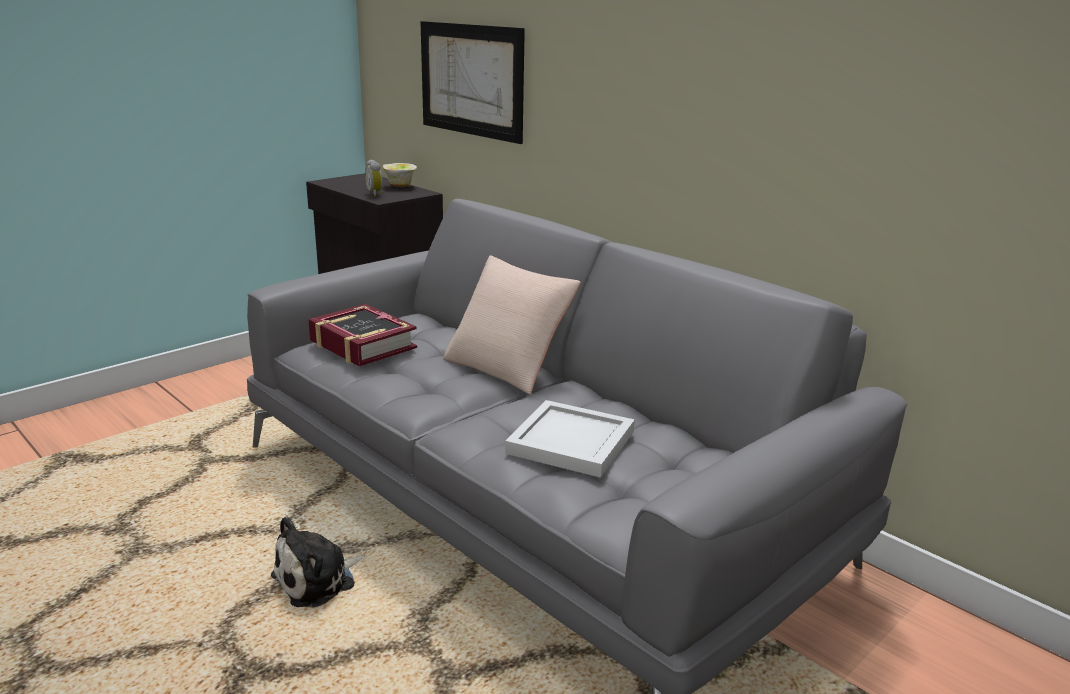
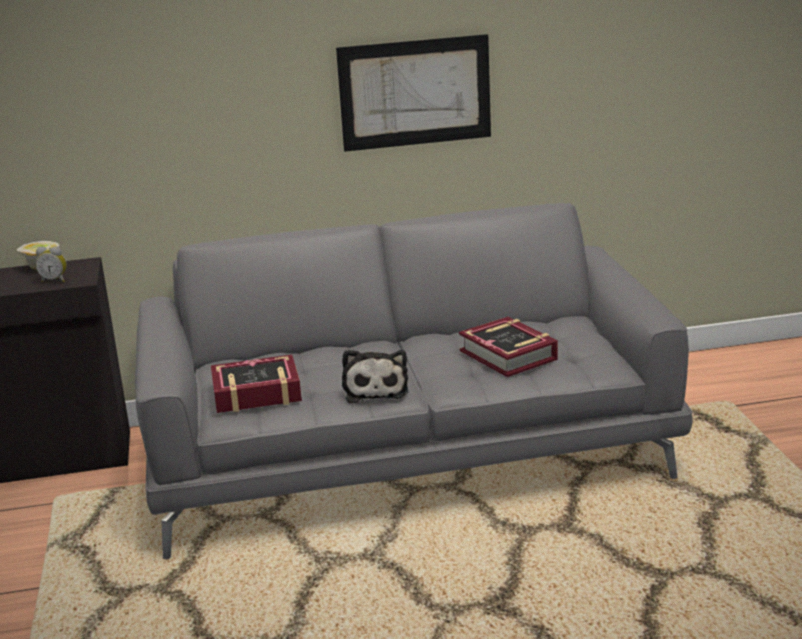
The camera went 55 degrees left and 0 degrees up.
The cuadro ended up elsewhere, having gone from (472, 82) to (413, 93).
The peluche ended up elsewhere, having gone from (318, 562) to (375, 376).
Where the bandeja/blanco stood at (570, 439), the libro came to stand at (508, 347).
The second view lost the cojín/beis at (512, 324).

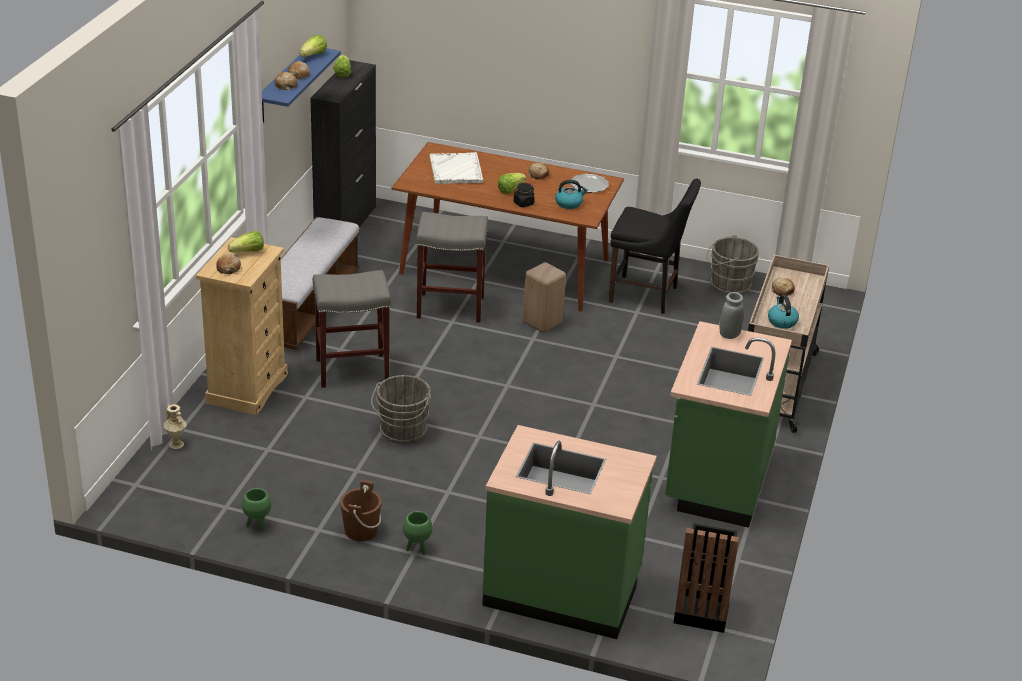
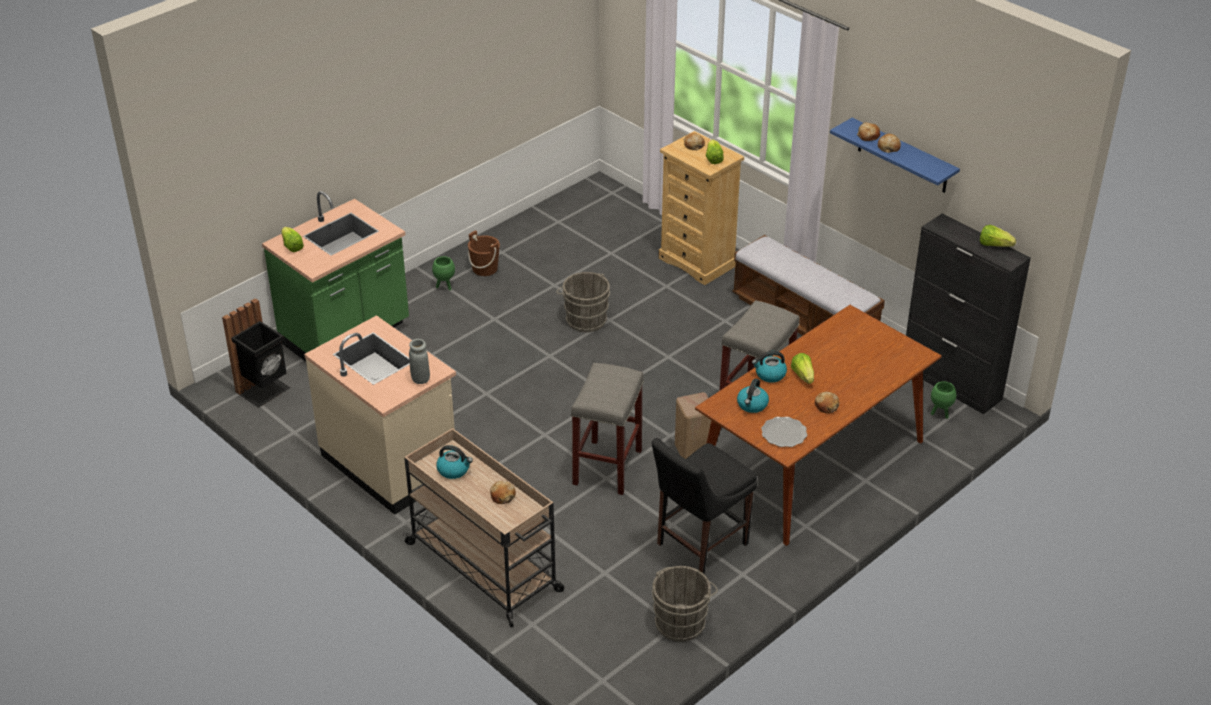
The camera went 120 degrees right and 5 degrees up.
The lechuga ended up elsewhere, having gone from (313, 46) to (292, 239).
What was the mueble bajo de cocina/verde at (728, 424) turned into the mueble bajo de cocina/beis at (380, 415).
The taburete/gris ended up elsewhere, having gone from (352, 329) to (607, 429).
Where the tarro/negro stood at (524, 195), the hervidor came to stand at (769, 367).
The maceta/verde ended up elsewhere, having gone from (256, 510) to (943, 400).
The second view lost the florero/beis at (175, 426).
The second view lost the bandeja/blanco at (456, 168).

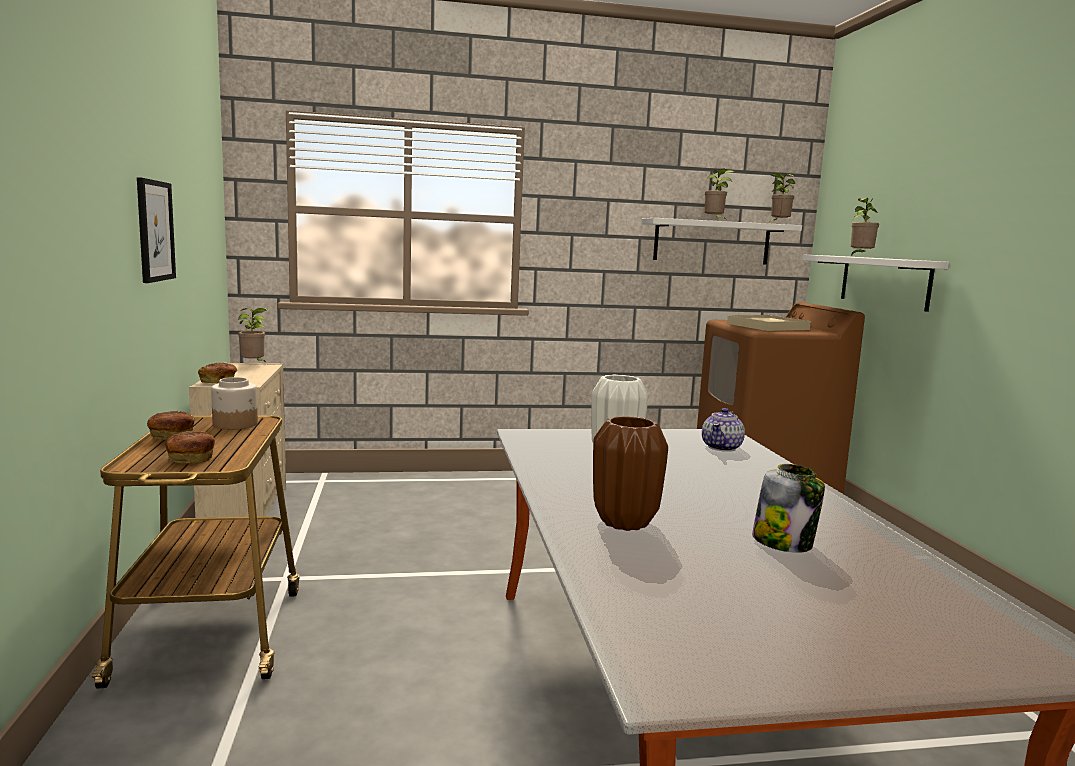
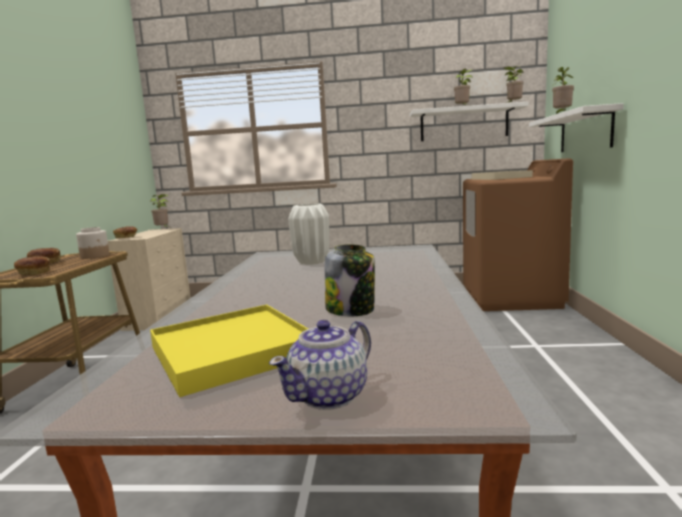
The camera went 15 degrees right and 0 degrees up.
The second view gained the bandeja/amarillo at (229, 351).
The tetera ended up elsewhere, having gone from (723, 430) to (320, 365).
The second view lost the cuadro at (156, 230).
The second view lost the florero/marrón at (630, 473).

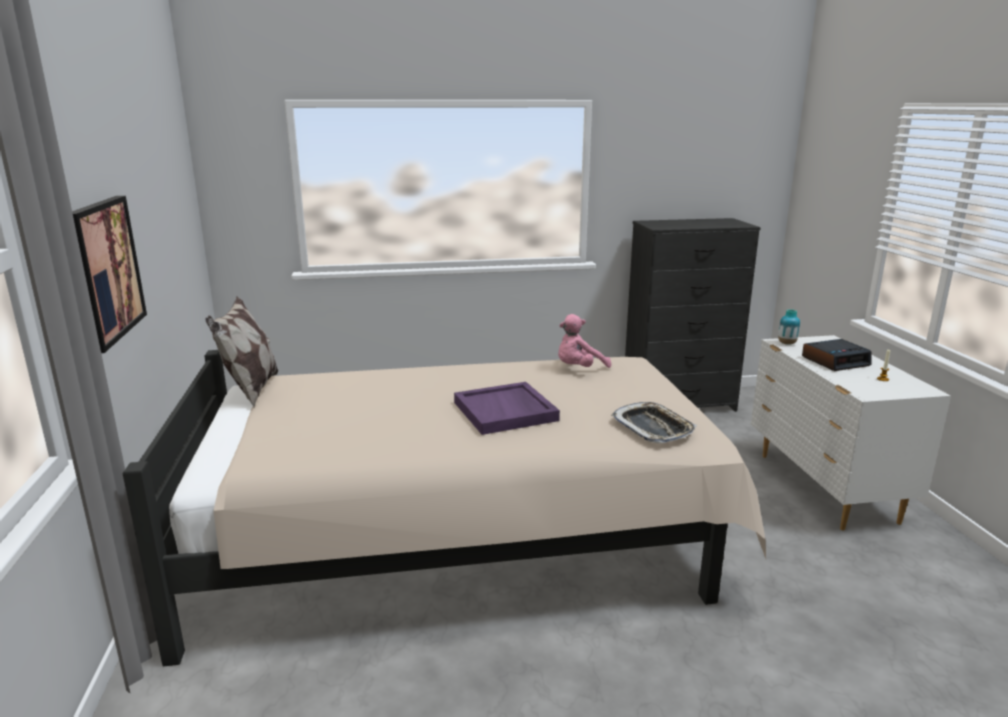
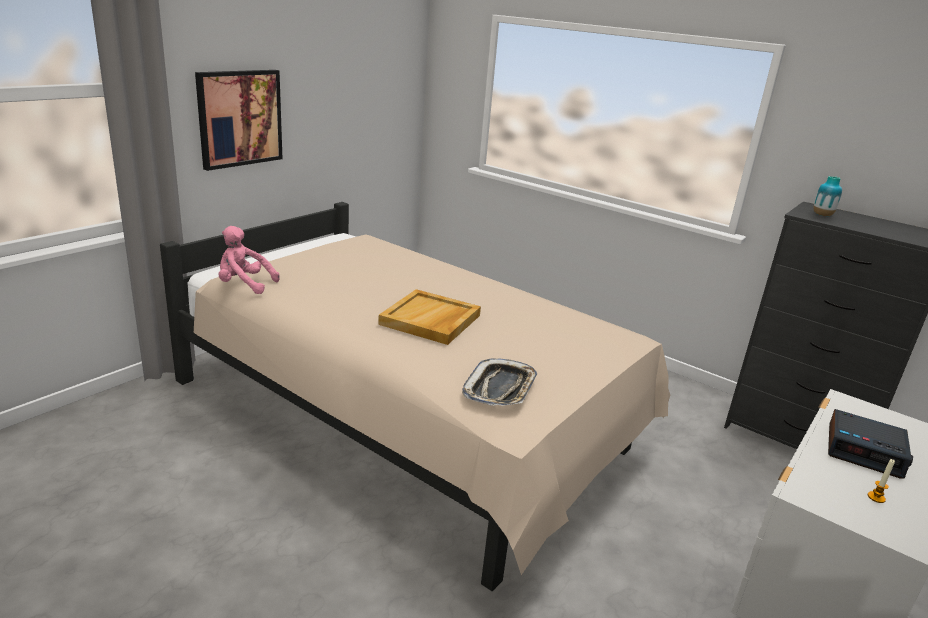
The camera went 45 degrees right and 5 degrees up.
The peluche/rosa ended up elsewhere, having gone from (584, 341) to (249, 260).
What was the bandeja/morado at (507, 408) turned into the bandeja/beis at (429, 317).
The florero ended up elsewhere, having gone from (789, 327) to (827, 196).
The second view lost the cojín at (242, 351).

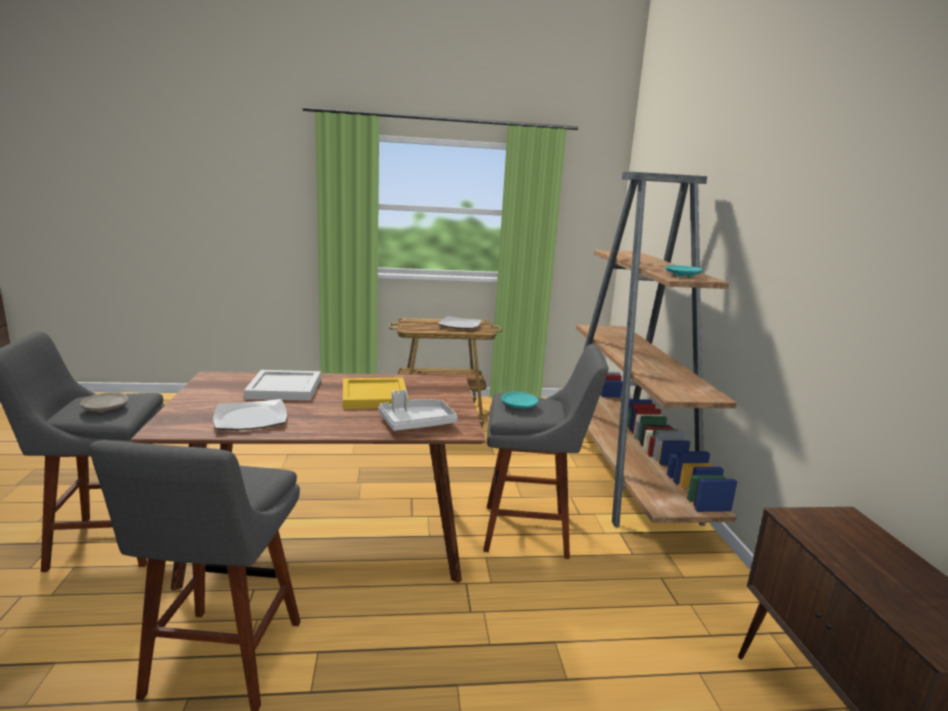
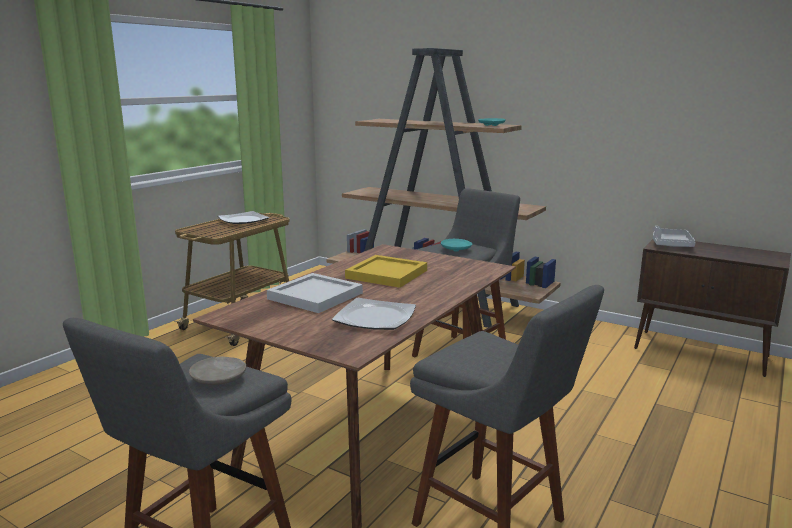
The camera went 50 degrees left and 0 degrees up.
The bandeja/gris ended up elsewhere, having gone from (418, 410) to (674, 236).

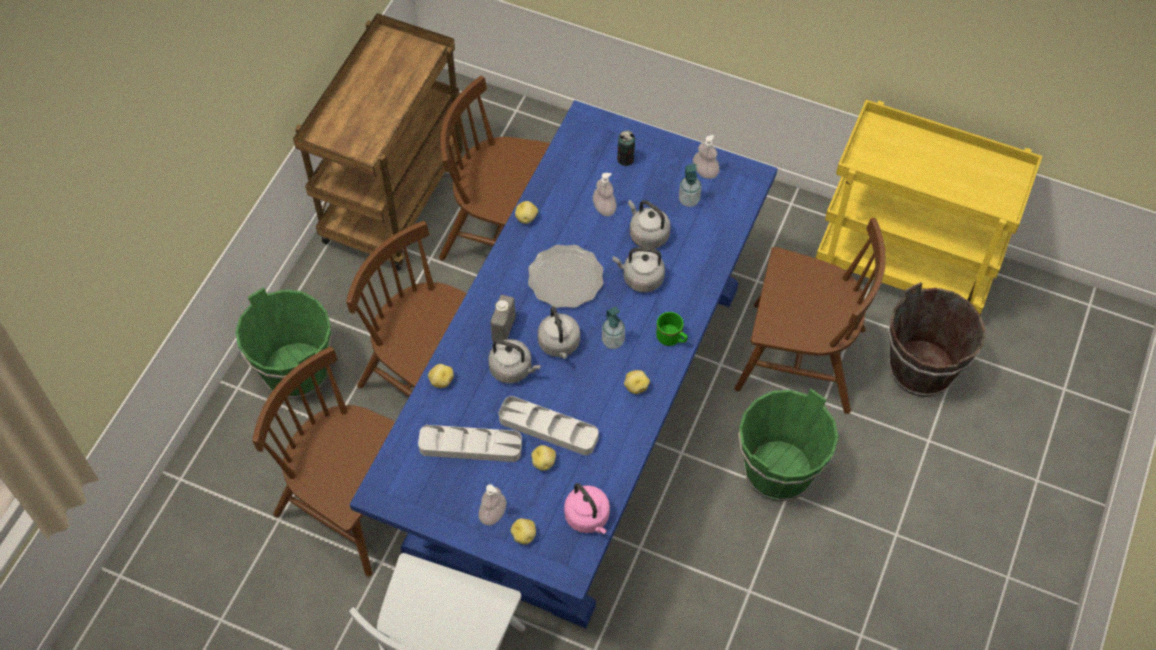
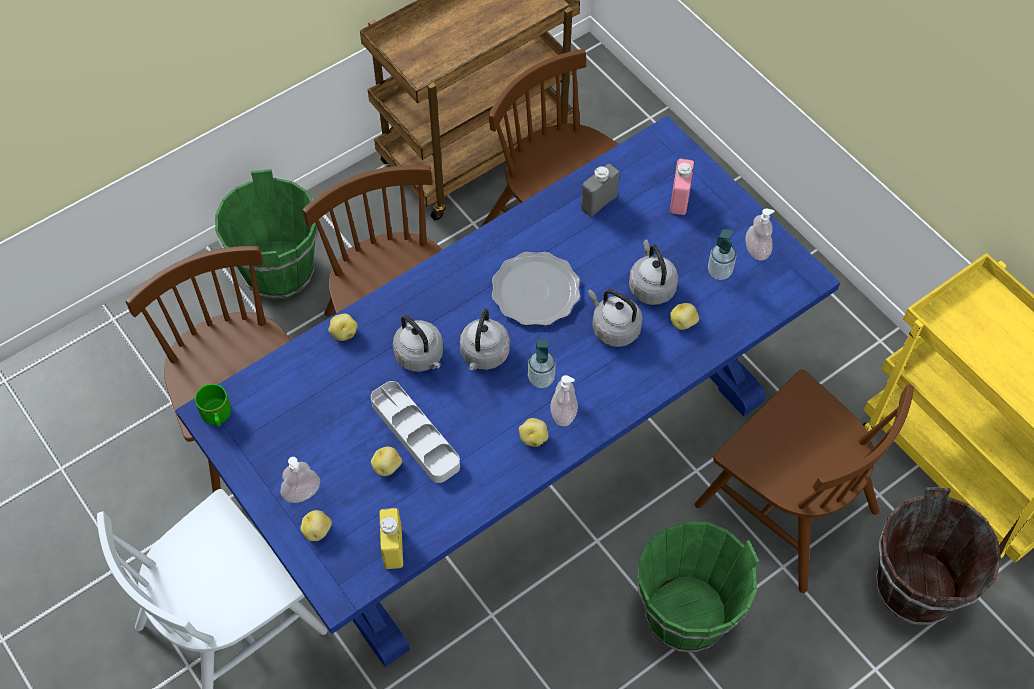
The camera went 30 degrees right and 0 degrees up.
The taza grande/verde ended up elsewhere, having gone from (672, 329) to (213, 405).
Where the hervidor/rosa stood at (587, 508), the botella/amarillo came to stand at (391, 538).
The dispensador de jabón ended up elsewhere, having gone from (605, 194) to (564, 400).
The botella/gris ended up elsewhere, having gone from (503, 318) to (600, 190).
Where the lata stood at (626, 148), the botella/rosa came to stand at (682, 187).
The patata ended up elsewhere, having gone from (526, 212) to (684, 316).
The second view lost the bandeja/gris at (470, 443).

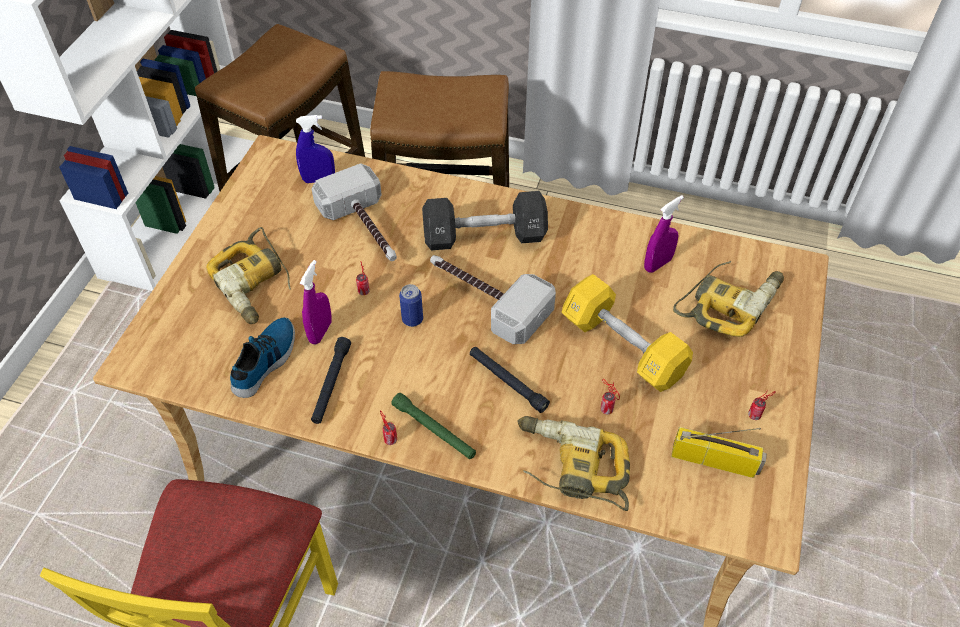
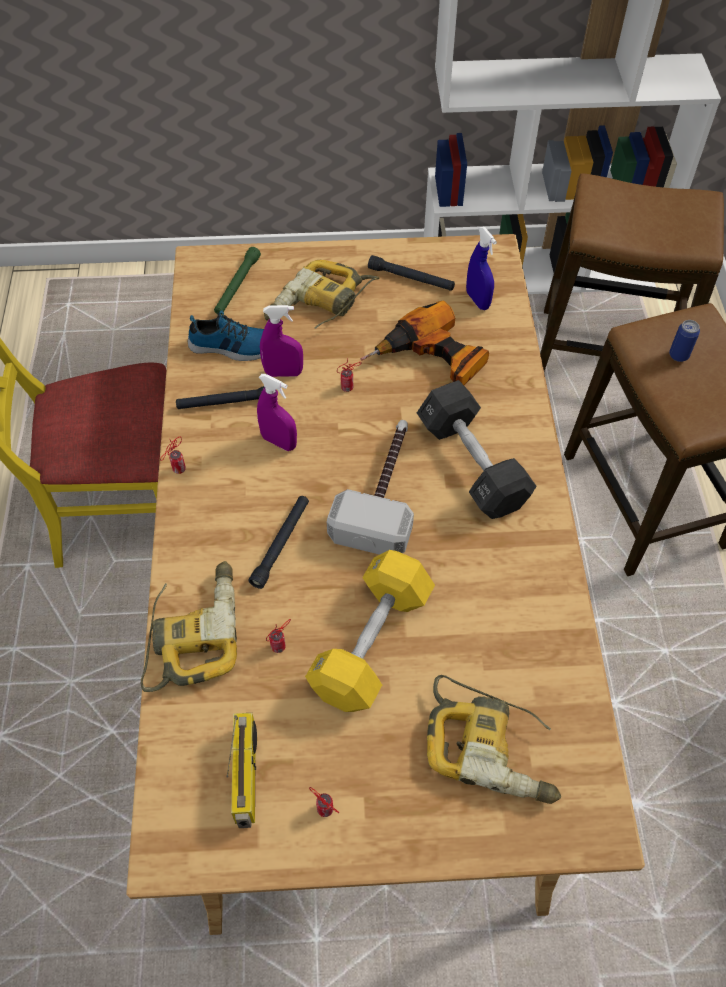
The camera went 70 degrees right and 5 degrees up.
The linterna/verde ended up elsewhere, having gone from (433, 426) to (237, 281).
The pulverizador/morado ended up elsewhere, having gone from (664, 234) to (277, 412).
Where the martillo stood at (354, 212), the taladro came to stand at (424, 343).
The second view gained the linterna/negro at (411, 273).
The lata ended up elsewhere, having gone from (411, 305) to (684, 341).

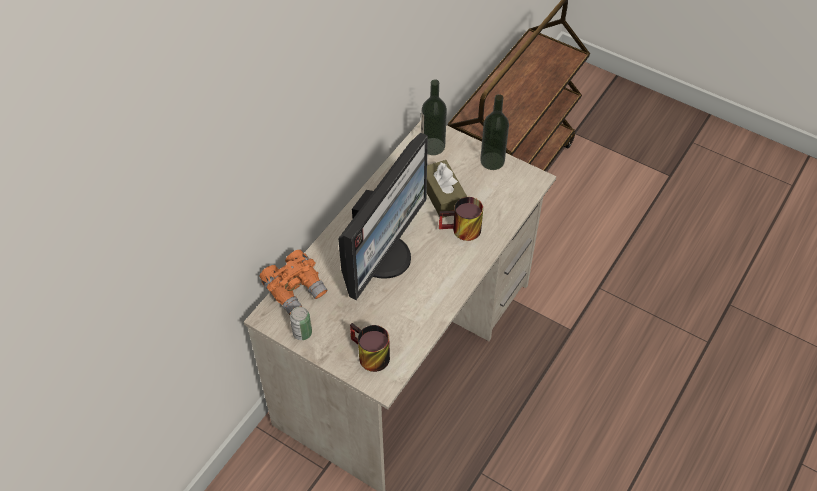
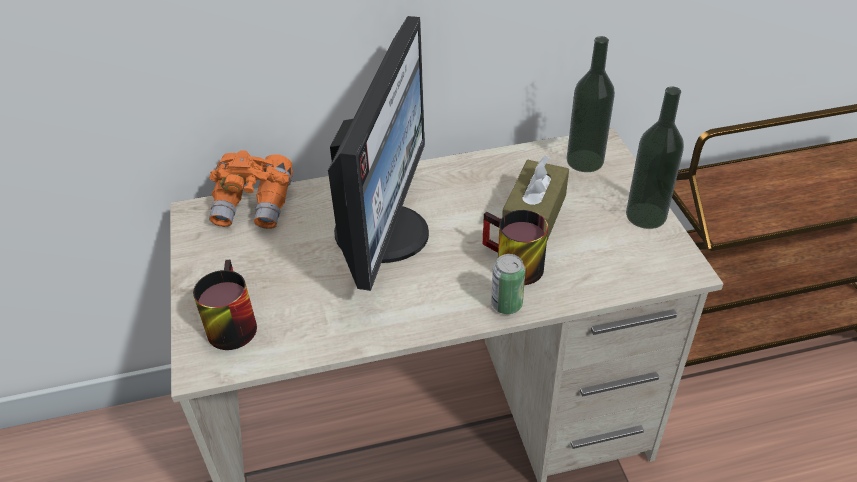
The camera went 45 degrees right and 10 degrees down.
The monitor at (383, 216) ended up facing another way, 60 degrees counterclockwise from before.
The lata ended up elsewhere, having gone from (301, 323) to (508, 284).

